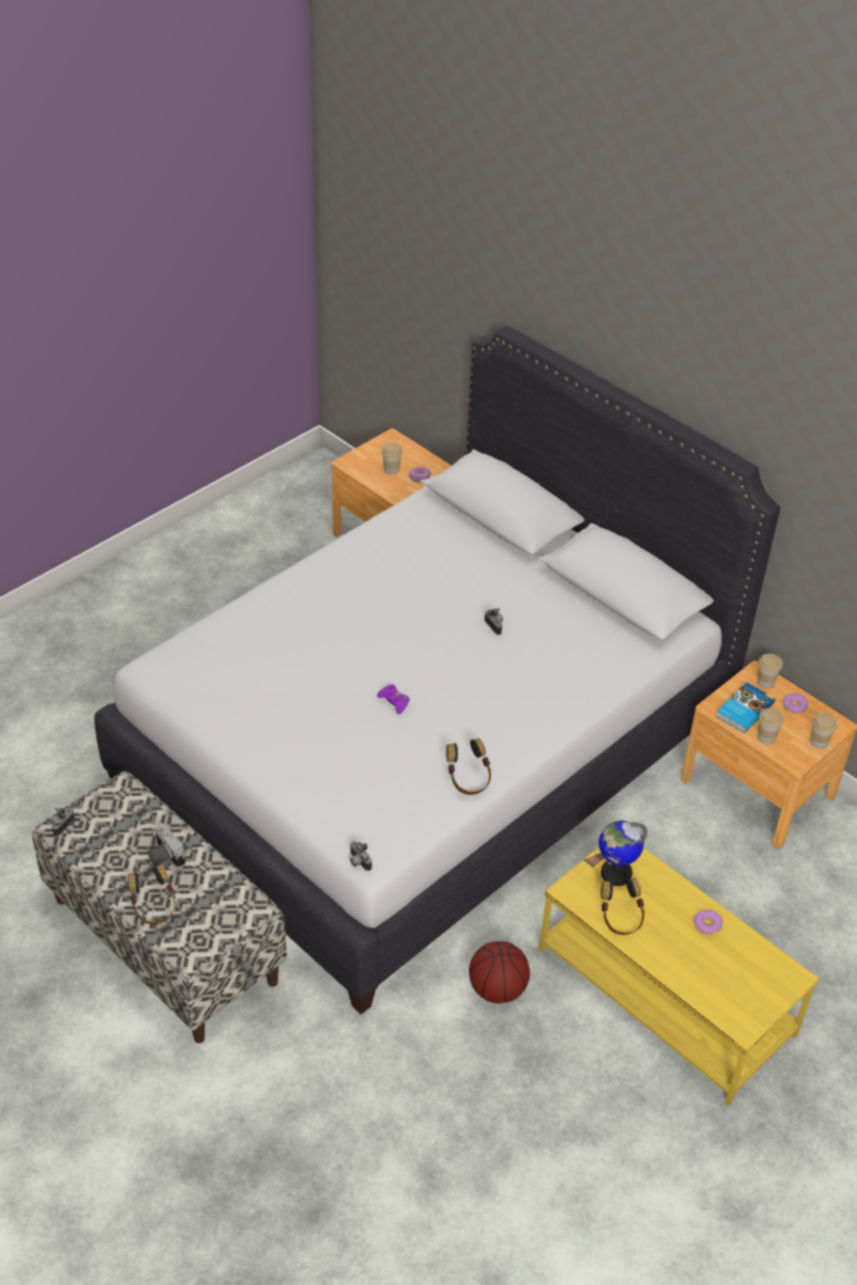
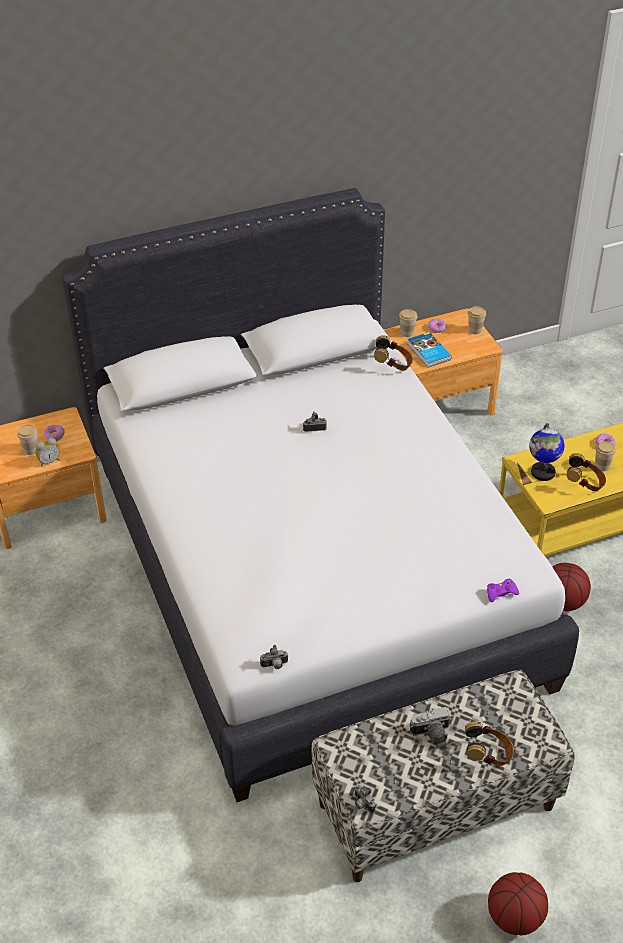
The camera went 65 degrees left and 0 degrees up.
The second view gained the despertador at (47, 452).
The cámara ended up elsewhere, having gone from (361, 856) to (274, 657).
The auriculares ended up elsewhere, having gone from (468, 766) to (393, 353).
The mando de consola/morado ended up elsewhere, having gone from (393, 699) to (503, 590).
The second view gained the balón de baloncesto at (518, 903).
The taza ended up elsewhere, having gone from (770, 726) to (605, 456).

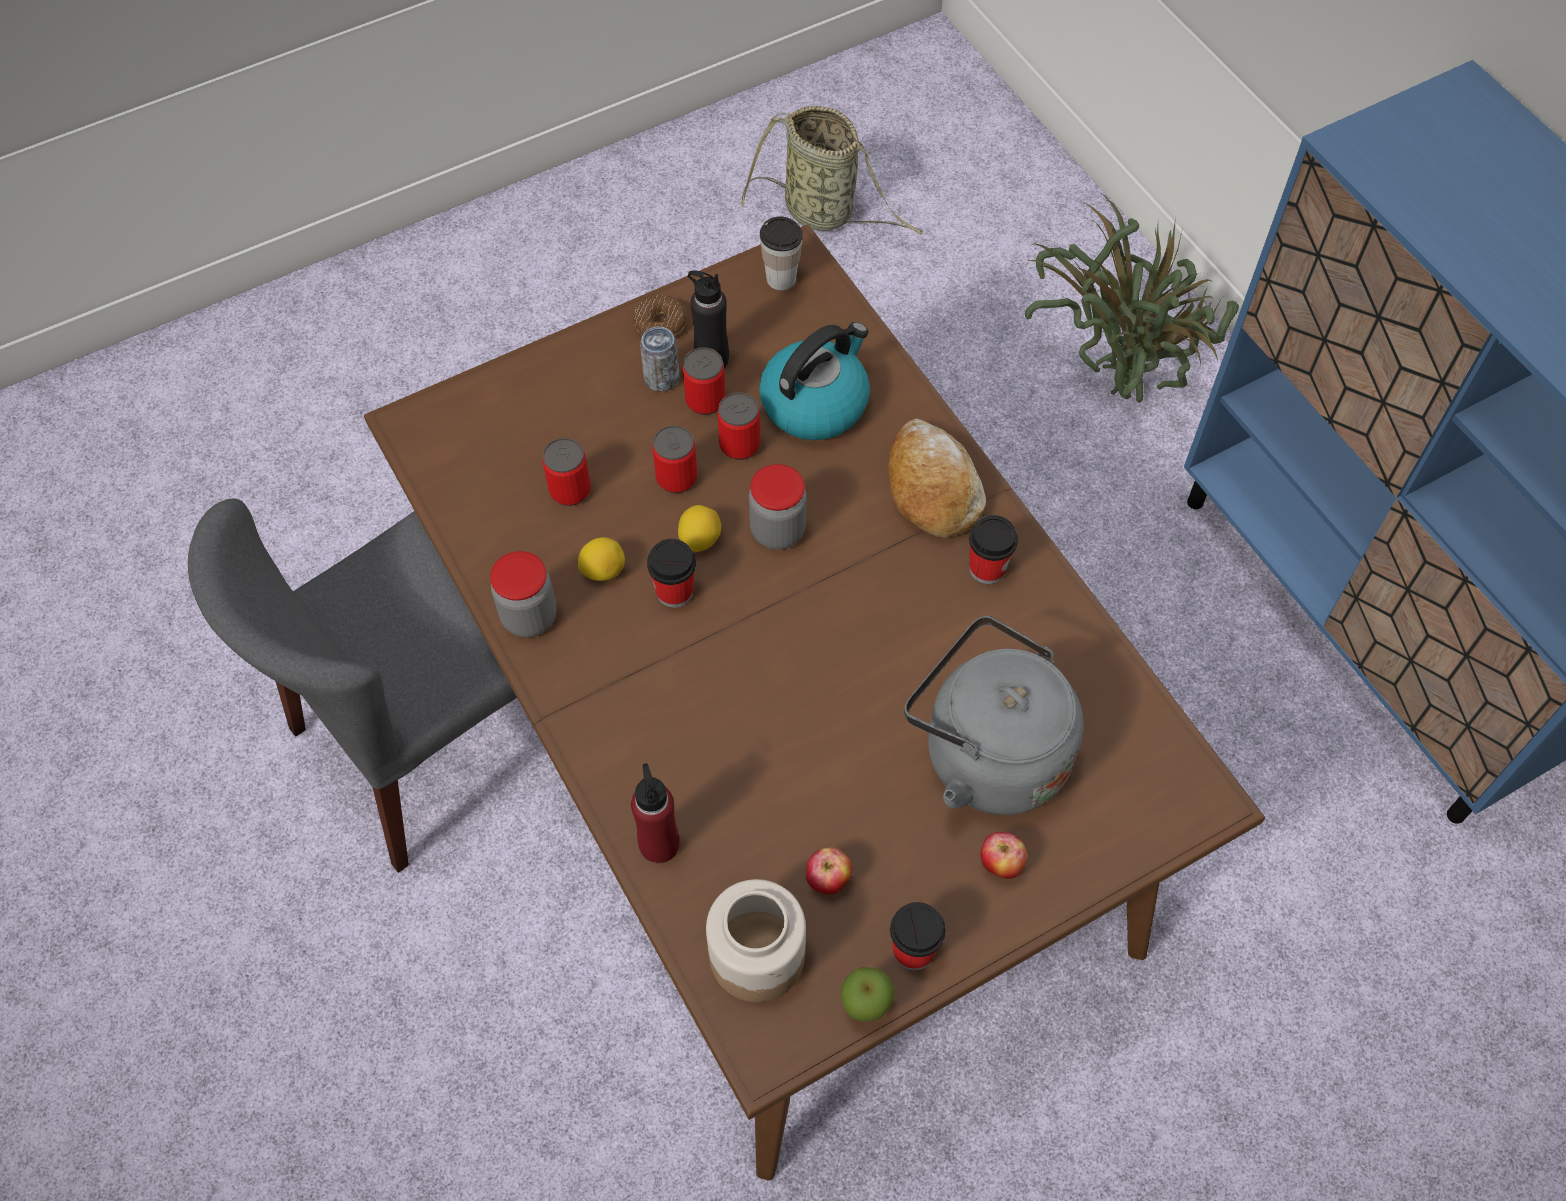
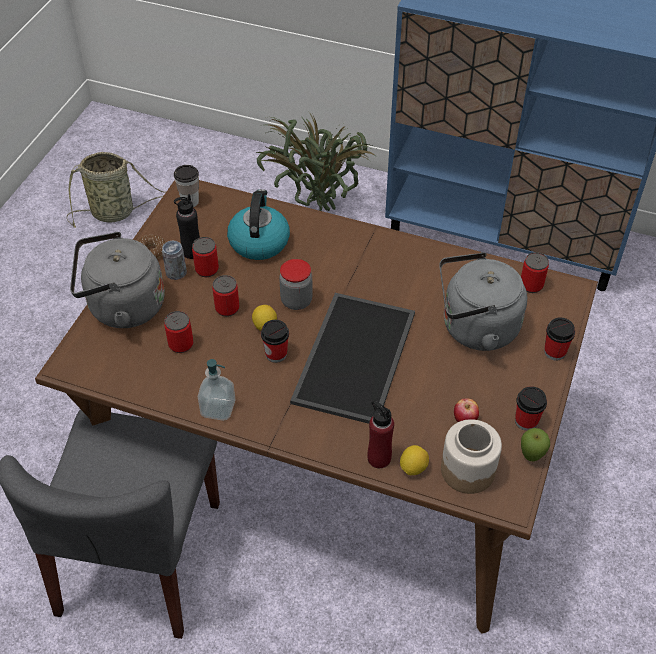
The camera went 40 degrees left and 10 degrees down.
The second view gained the hervidor/gris at (117, 280).
Where the tarro stood at (523, 594), the dispensador de jabón came to stand at (216, 390).
The second view gained the bandeja at (352, 358).
The limón ended up elsewhere, having gone from (601, 559) to (414, 460).
The lata ended up elsewhere, having gone from (738, 426) to (535, 272).
The taza ended up elsewhere, having gone from (993, 549) to (559, 339).
The second view lost the pan at (937, 478).
The second view lost the manzana at (1004, 855).

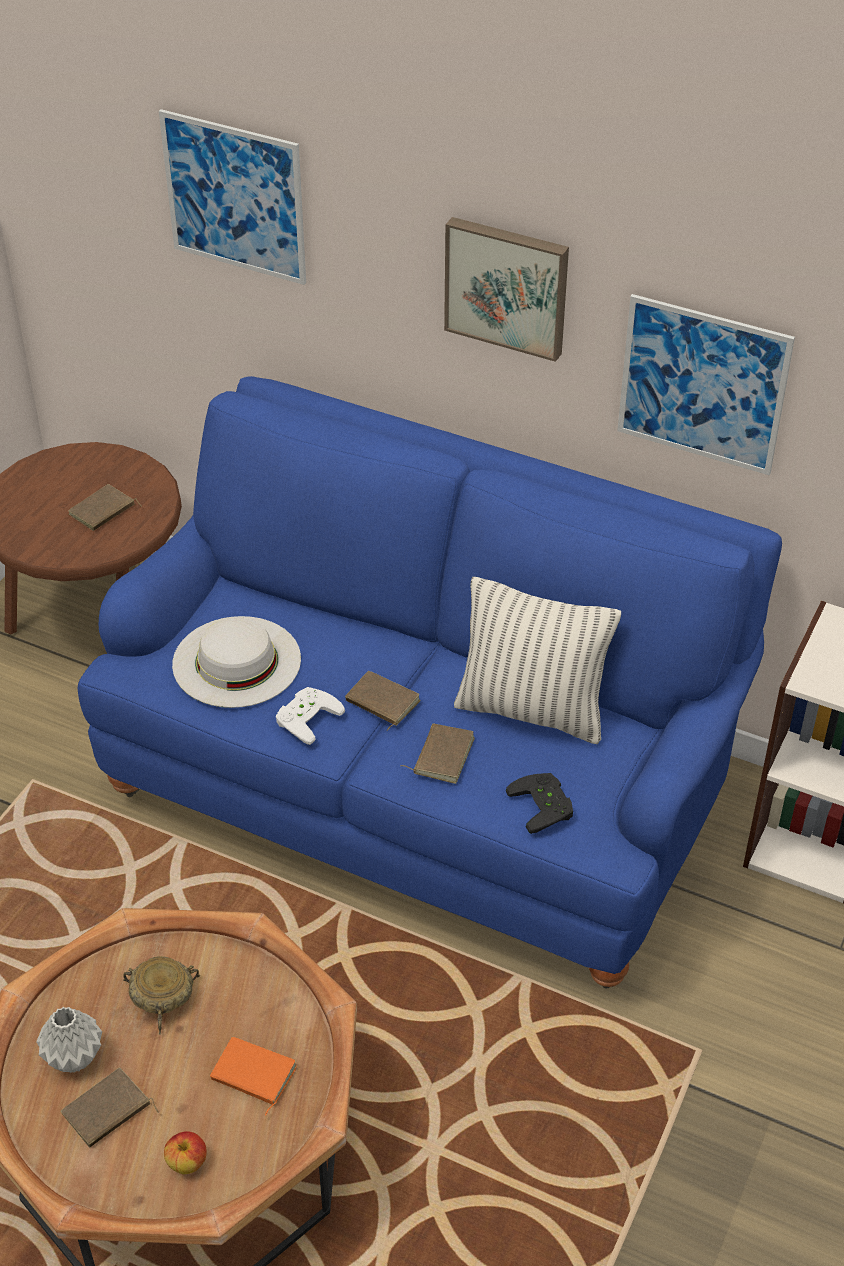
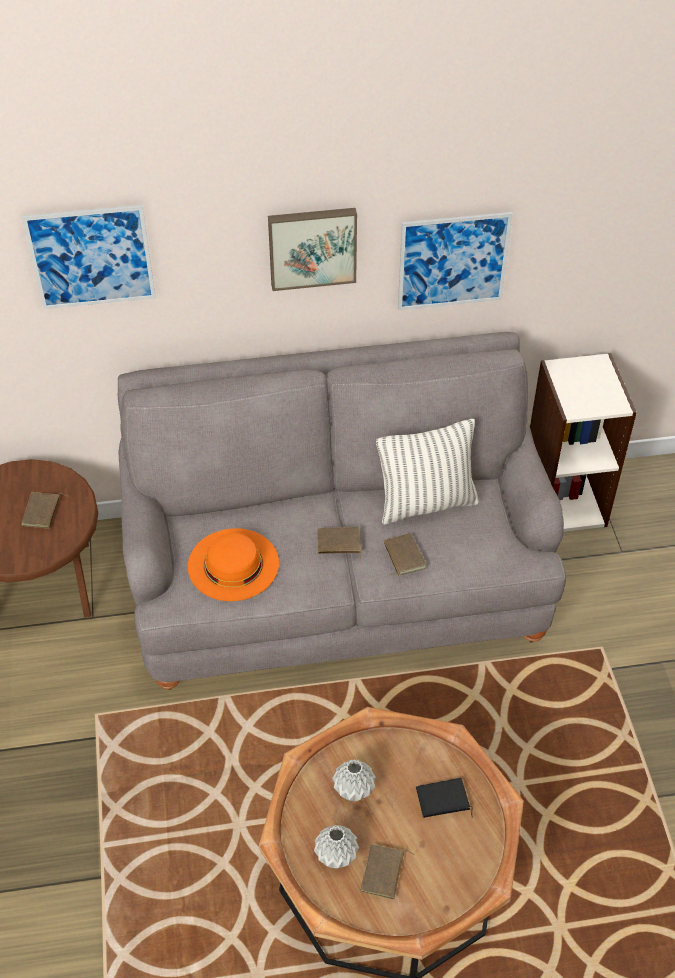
The camera went 35 degrees left and 5 degrees up.
What was the sofá/azul at (430, 682) turned into the sofá/gris at (342, 511).
What was the sombrero/blanco at (236, 662) turned into the sombrero/naranja at (233, 564).
Where the cuenco/beis stood at (161, 995), the florero/gris came to stand at (354, 780).
What was the libro/naranja at (253, 1076) turned into the libro/negro at (444, 798).
The second view lost the manzana at (185, 1152).
The second view lost the mando de consola/blanco at (310, 716).
The second view lost the mando de consola/negro at (539, 803).

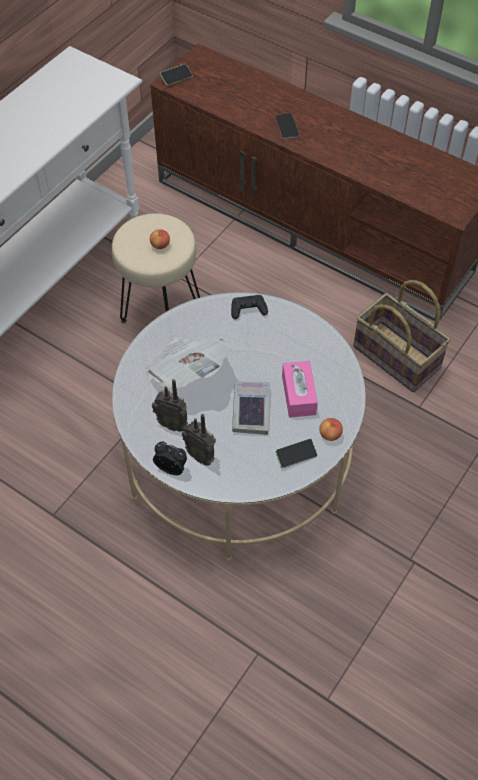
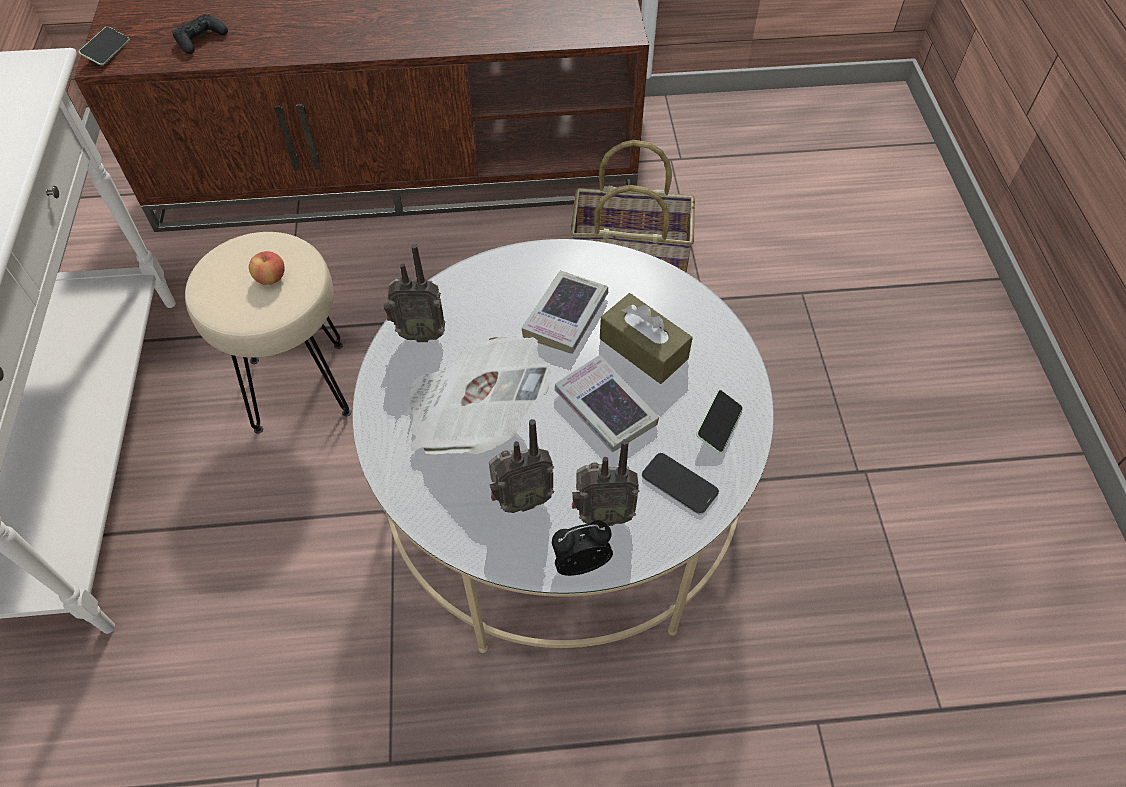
The camera went 40 degrees left and 0 degrees up.
The mando de consola/negro ended up elsewhere, having gone from (249, 307) to (200, 34).
The second view gained the radio at (414, 293).
The second view gained the libro at (565, 312).
What was the caja de pañuelos/rosa at (300, 389) turned into the caja de pañuelos/marrón at (646, 338).
The móvil ended up elsewhere, having gone from (287, 126) to (680, 483).
The second view lost the manzana at (331, 429).

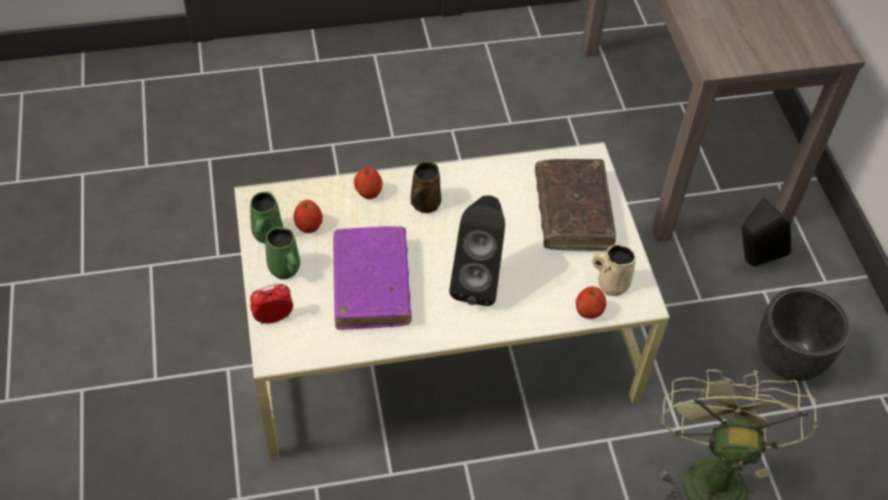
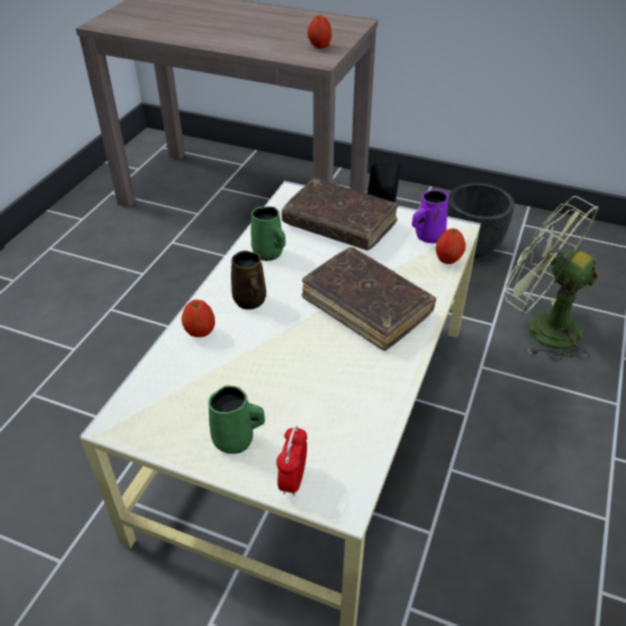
The camera went 55 degrees left and 10 degrees down.
The taza grande/verde ended up elsewhere, having gone from (266, 217) to (268, 233).
Where the altavoz/negro stood at (477, 250), the libro/marrón came to stand at (369, 299).
The manzana ended up elsewhere, having gone from (308, 216) to (319, 32).
What was the taza grande/beis at (614, 270) turned into the taza grande/morado at (430, 216).
The second view lost the libro/morado at (372, 278).

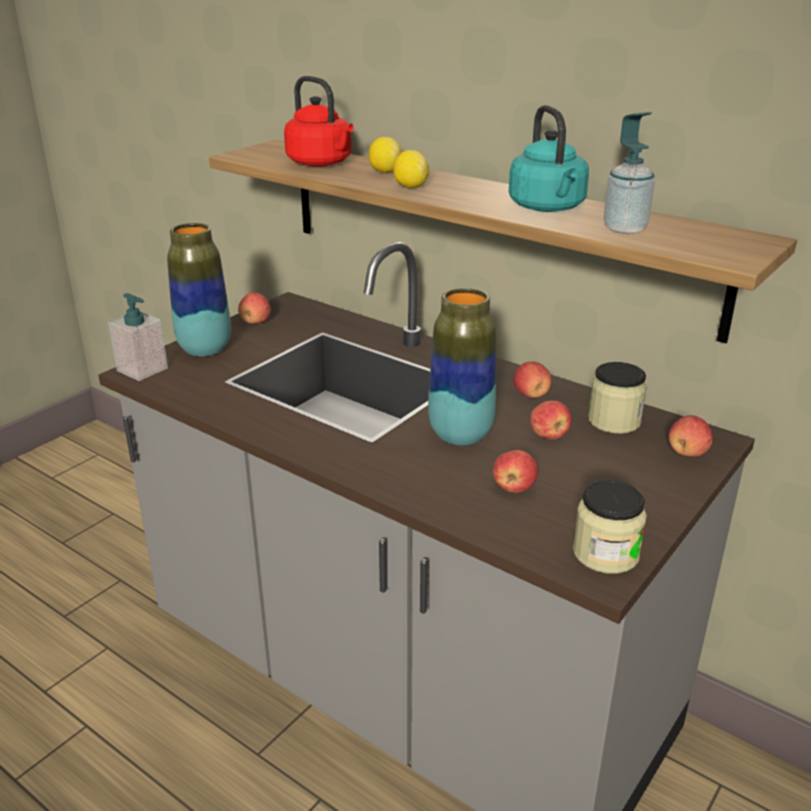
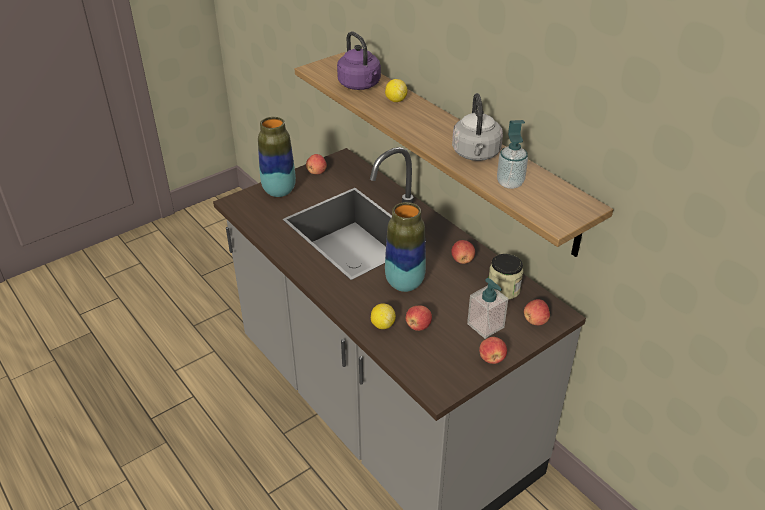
The camera went 15 degrees right and 10 degrees up.
What was the hervidor/rojo at (319, 121) turned into the hervidor/morado at (359, 60).
The limón ended up elsewhere, having gone from (411, 169) to (383, 316).
What was the hervidor/turquesa at (549, 158) turned into the hervidor/gris at (477, 127).
The dispensador de jabón ended up elsewhere, having gone from (138, 337) to (487, 308).
The manzana ended up elsewhere, having gone from (551, 420) to (493, 350).
The second view lost the tarro at (610, 527).

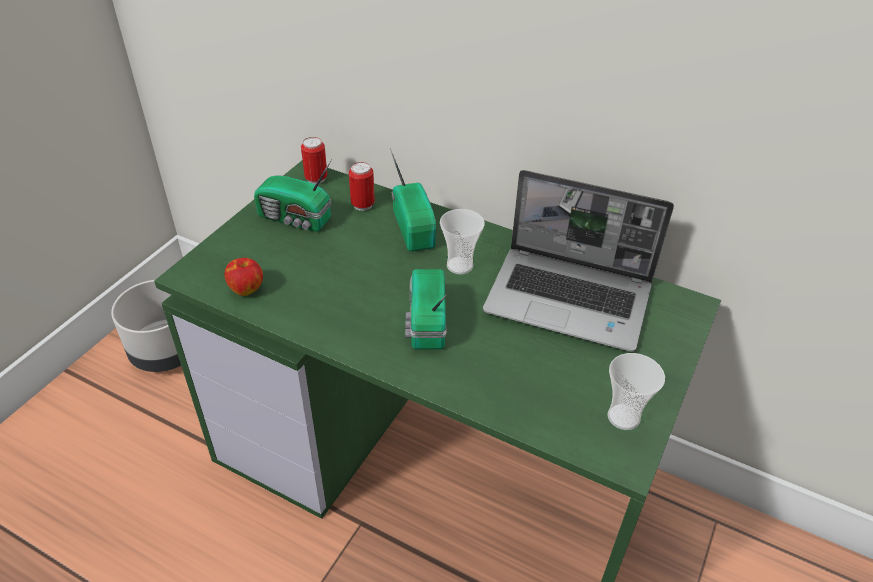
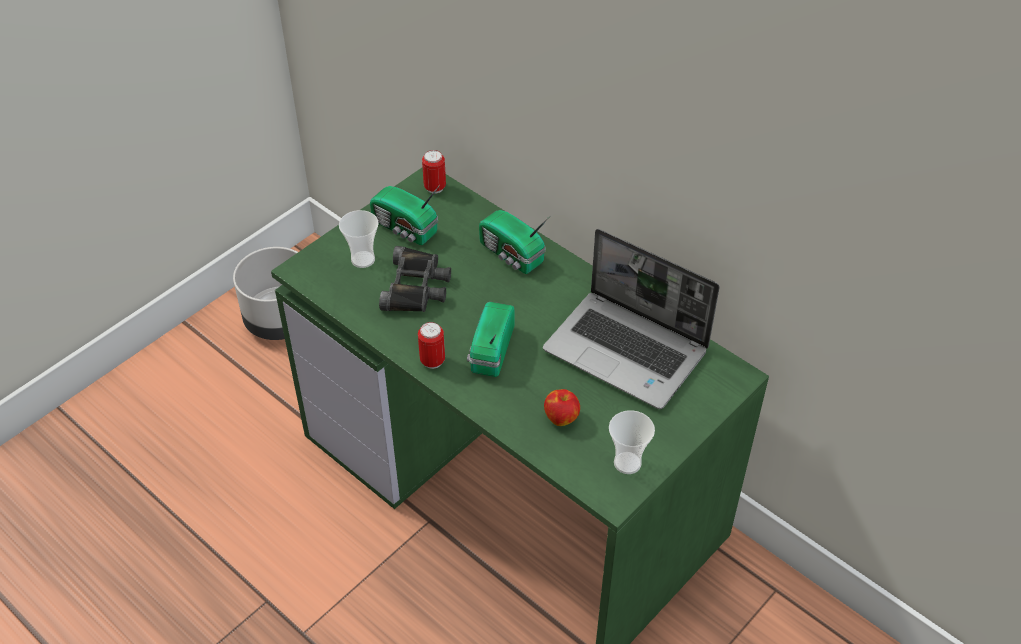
The camera went 15 degrees right and 5 degrees up.
The taza ended up elsewhere, having gone from (462, 241) to (359, 239).
The second view gained the prismáticos/negro at (415, 279).
The lata ended up elsewhere, having gone from (362, 186) to (431, 345).
The radio at (413, 200) ended up facing another way, 135 degrees clockwise from before.
The manzana ended up elsewhere, having gone from (243, 277) to (562, 407).

